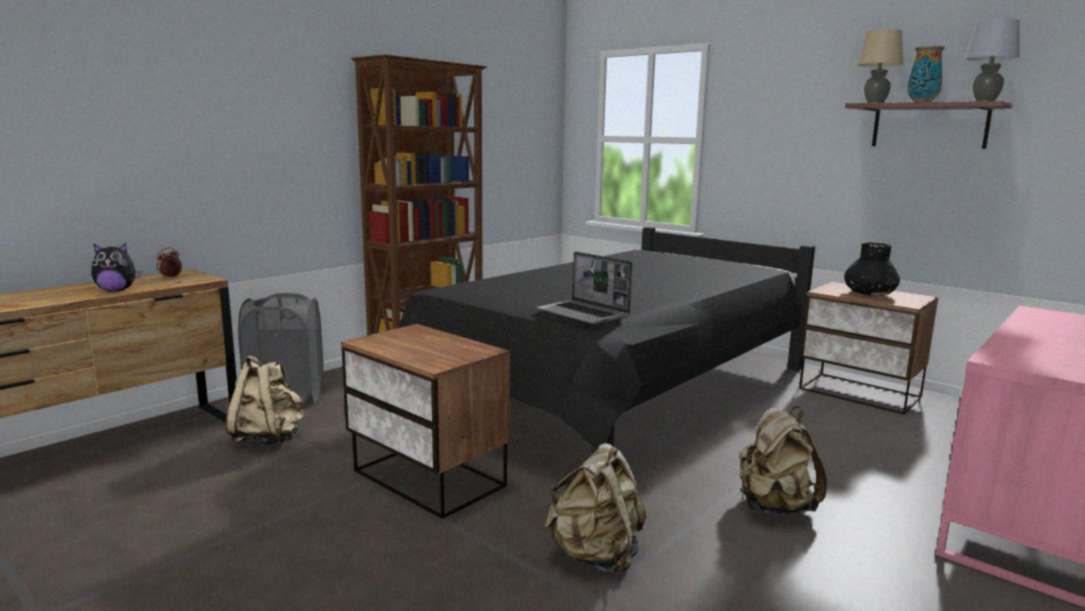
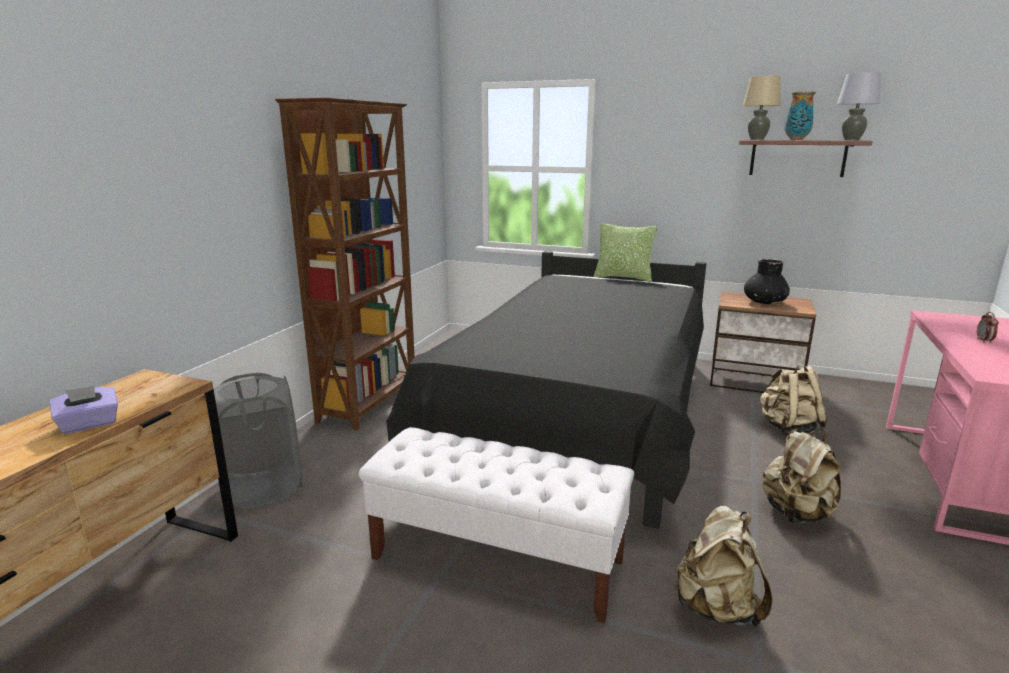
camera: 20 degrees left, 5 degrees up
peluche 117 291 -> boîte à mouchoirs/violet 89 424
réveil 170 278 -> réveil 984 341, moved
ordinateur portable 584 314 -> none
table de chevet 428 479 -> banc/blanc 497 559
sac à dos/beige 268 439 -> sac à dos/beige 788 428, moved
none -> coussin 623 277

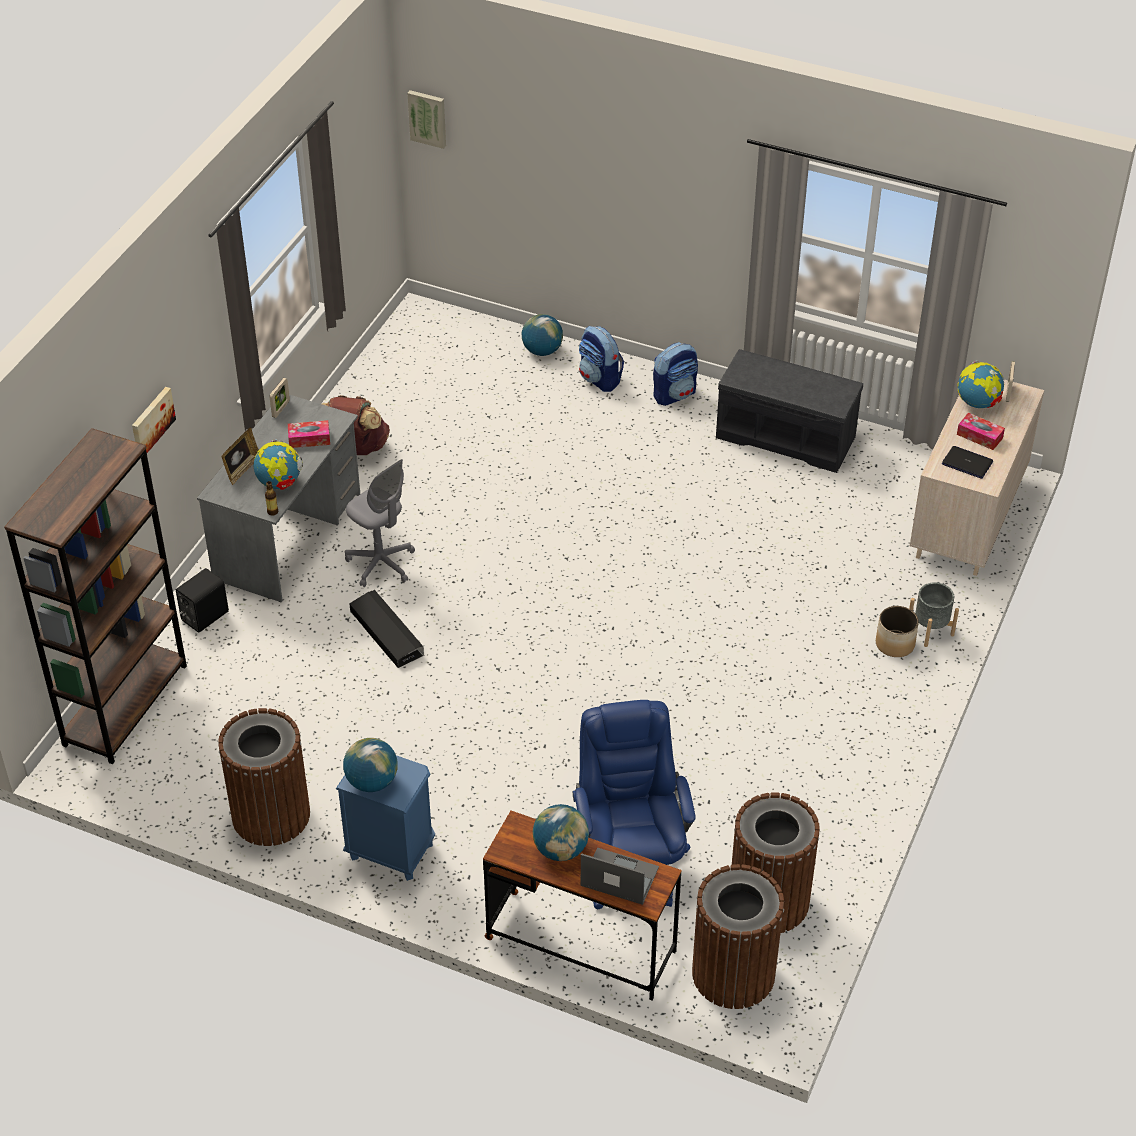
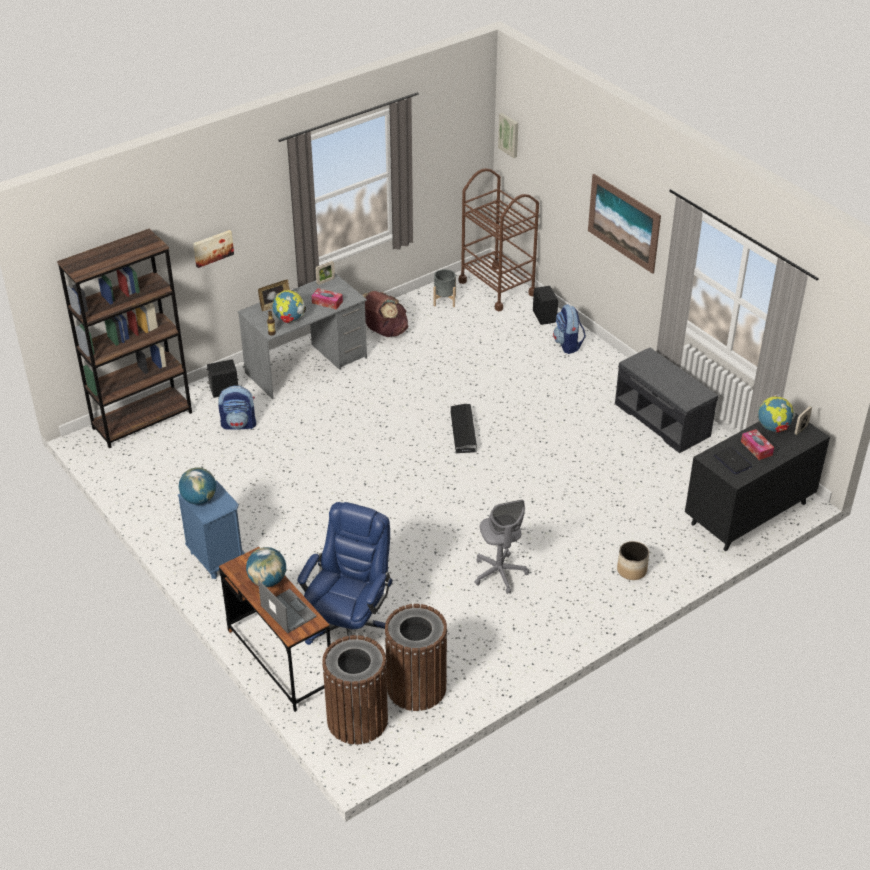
camera: 30 degrees right, 5 degrees down
globe 542 351 -> enceinte/noir 545 316
sac à dos 674 394 -> sac à dos 239 424, moved
commode/beige 967 519 -> commode/noir 748 514
chaise de bureau/gris 381 564 -> chaise de bureau/gris 499 573, moved
cache-pot/gris 930 630 -> cache-pot/gris 444 300, moved
boîte de rangement/noir 386 633 -> boîte de rangement/noir 463 432, moved
poubelle/marron 270 815 -> none
none -> chariot/marron 497 288
none -> tableau 623 223

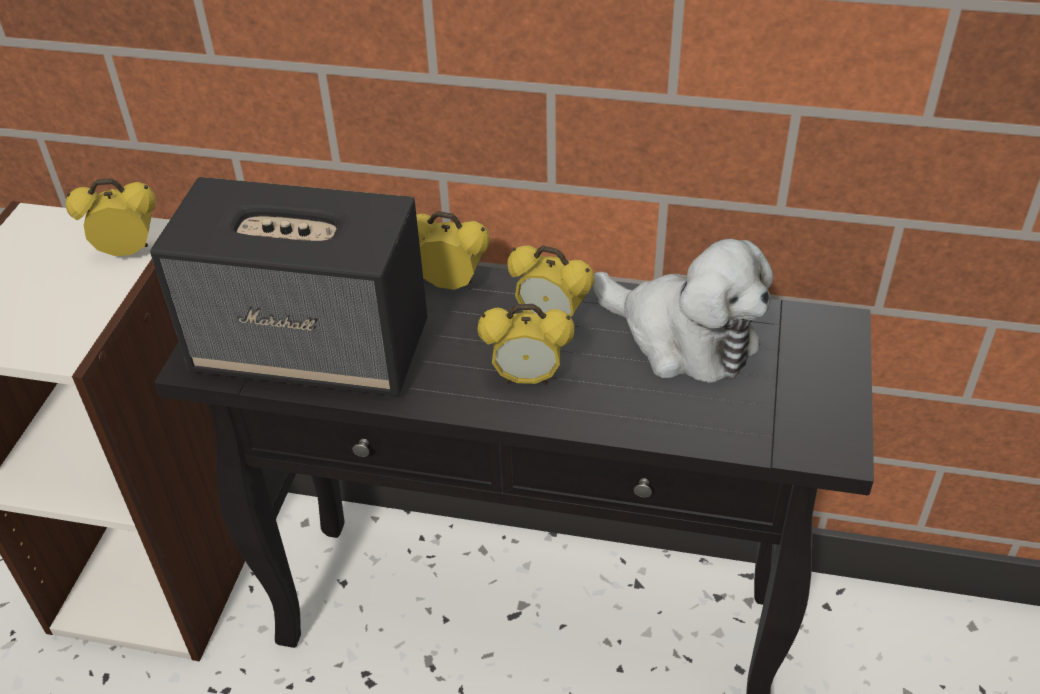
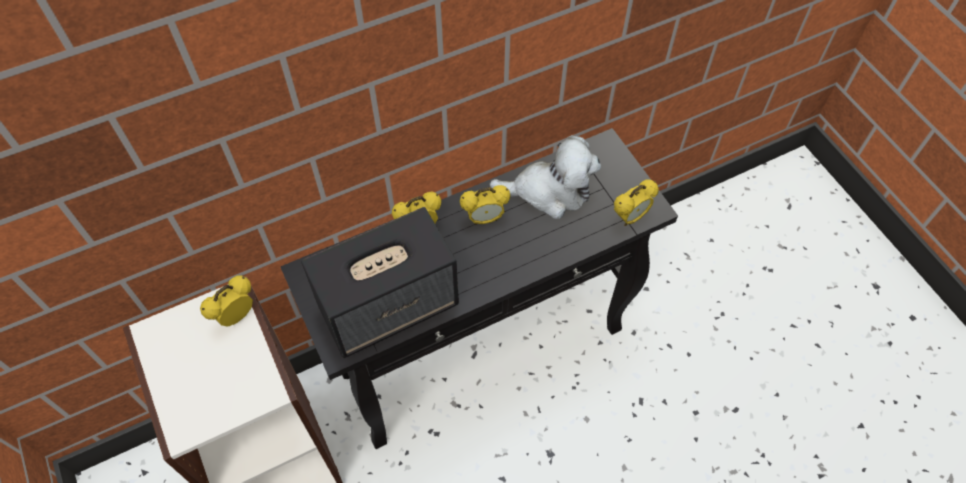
camera: 40 degrees left, 15 degrees up
réveil 527 378 -> réveil 630 217, moved

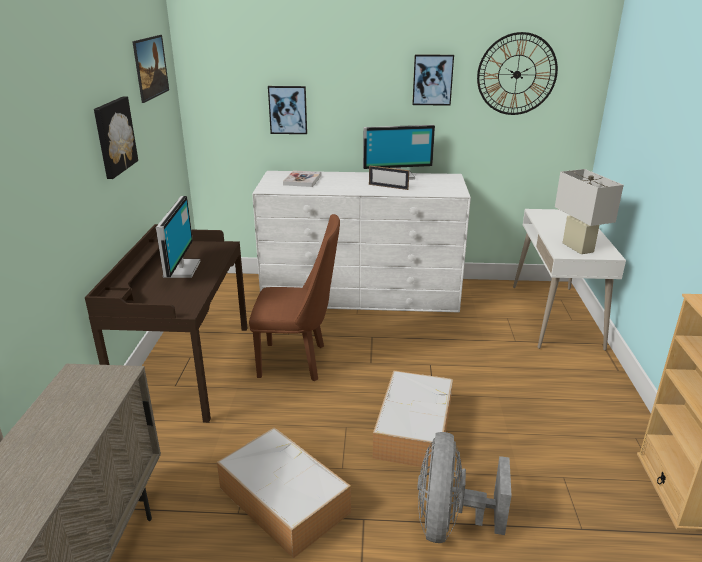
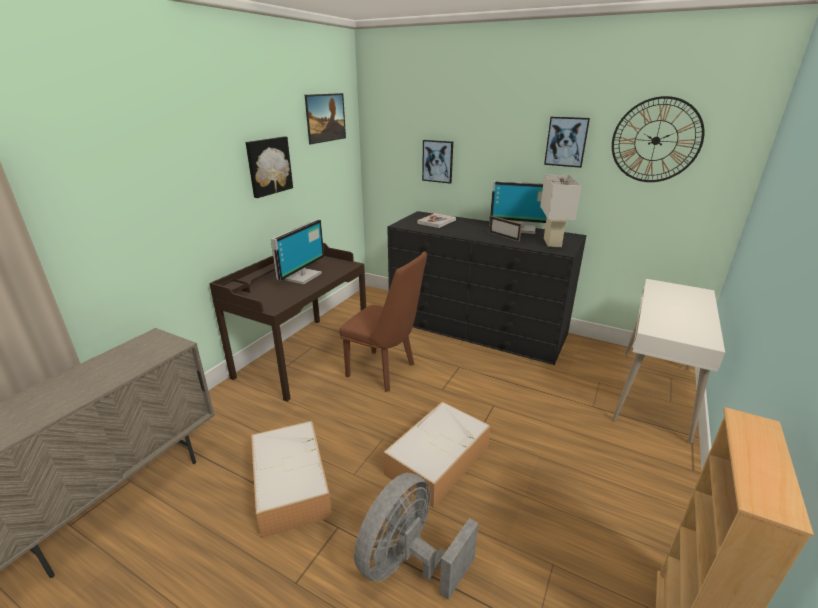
camera: 25 degrees right, 0 degrees up
lampe de table/blanc 577 247 -> lampe de table/blanc 552 242, moved
commode/blanc 361 292 -> commode/noir 476 327

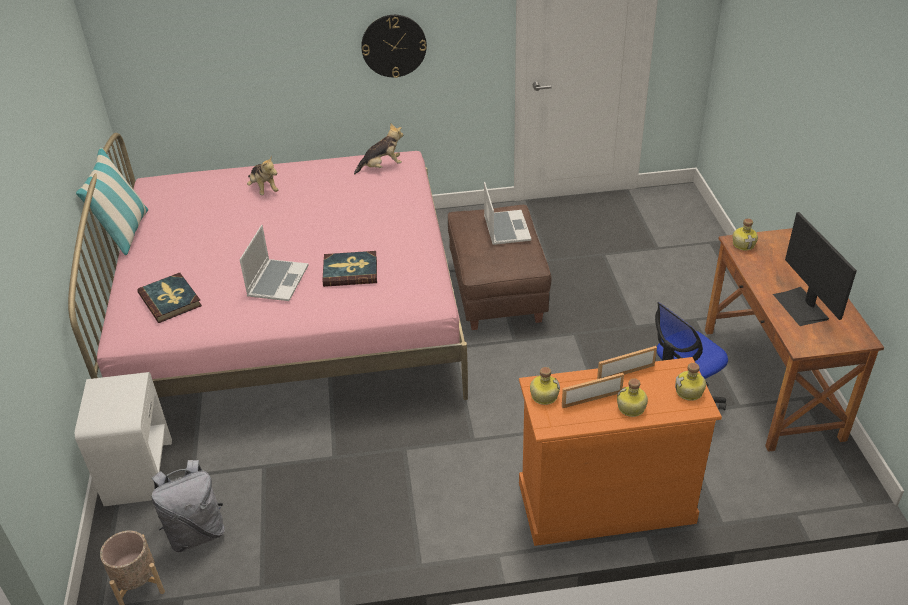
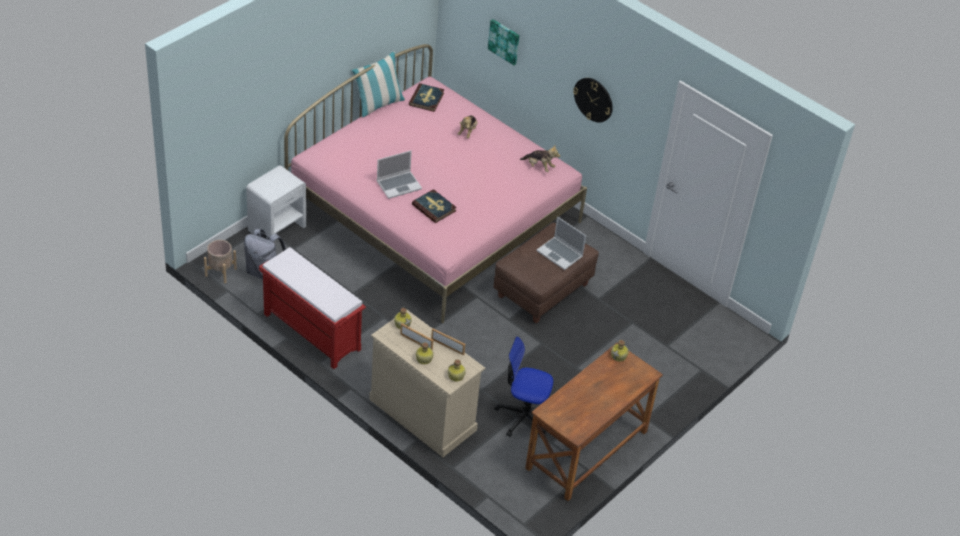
camera: 45 degrees right, 5 degrees up
ordinateur portable 505 228 -> ordinateur portable 560 254, 90 degrees clockwise
écran d'ordinateur 801 306 -> none
livre 170 300 -> livre 426 99, moved
commode/orange 605 502 -> commode/beige 423 414
none -> tableau 504 41
none -> banc/rouge 311 331

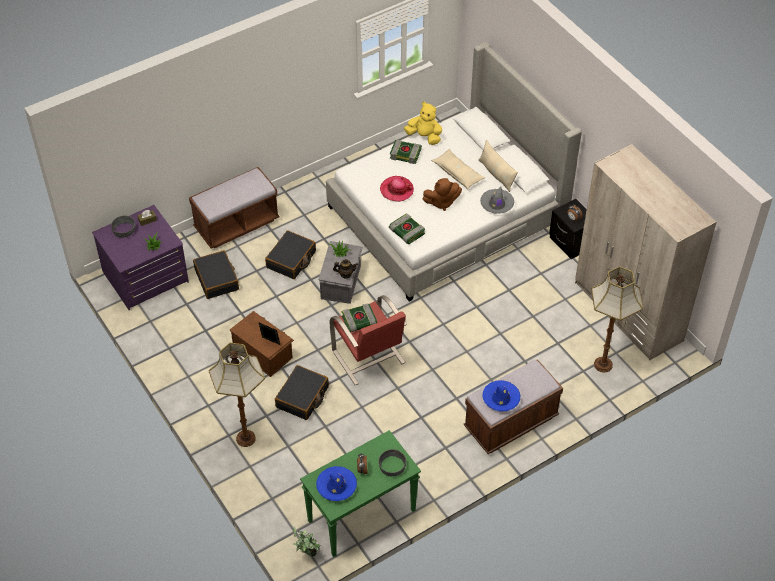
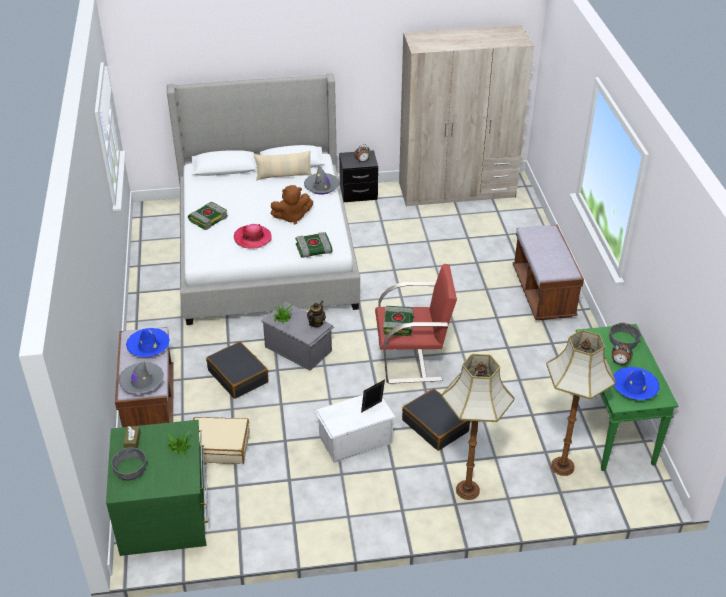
camera: 65 degrees left, 10 degrees down
peluche/jaune 424 137 -> none
coussin/beige 458 173 -> none
peluche/marron 441 202 -> peluche/marron 292 217, 60 degrees clockwise
commode/violet 146 277 -> commode/vert 165 513
valise/noir 217 279 -> valise/beige 219 446
lampadaire 604 364 -> lampadaire 562 466, moved
boîte de rangement/marron 263 353 -> boîte de rangement/blanc 354 439
chapeau/bleu 501 398 -> chapeau/bleu 148 346, moved
plante en pot 307 555 -> none
none -> chapeau/gris 142 382

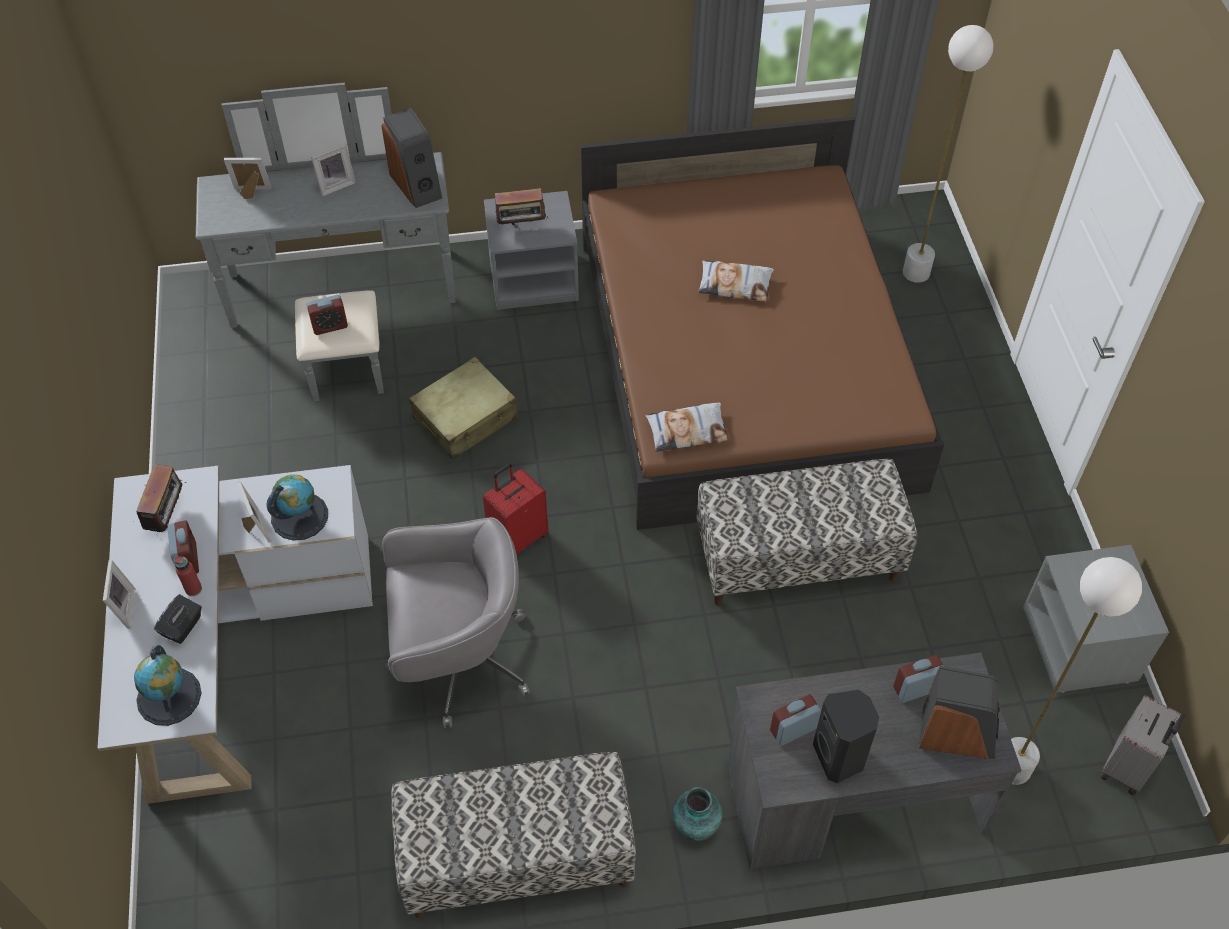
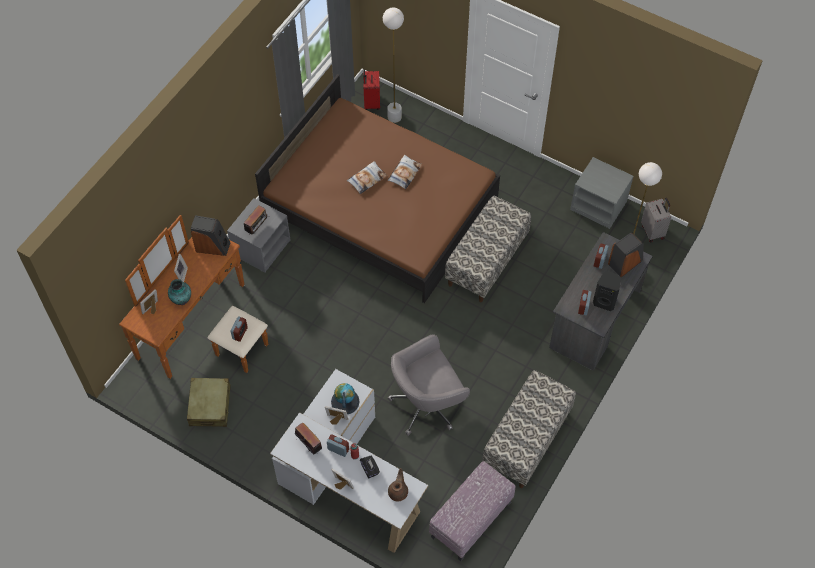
camera: 50 degrees left, 5 degrees up
commode/gris 344 306 -> commode/marron 203 327
valise/beige 466 418 -> valise/beige 210 406, moved
coussin 687 430 -> coussin 404 173, moved
valise/rouge 518 537 -> valise/rouge 371 102, moved
chaise de bureau/gris 458 660 -> chaise de bureau/gris 427 404, 150 degrees counterclockwise
globe 169 696 -> théière/marron 398 491
vase 695 825 -> vase 181 300, moved
none -> pouf 471 520

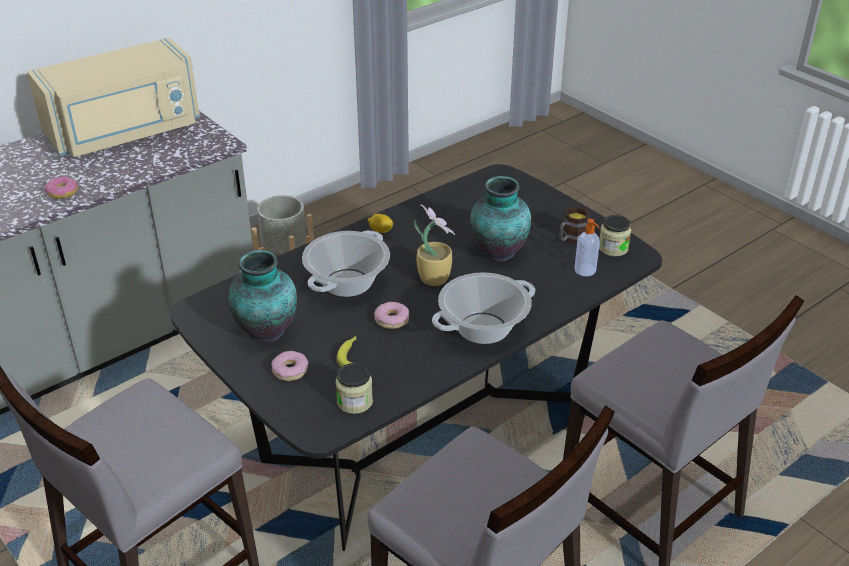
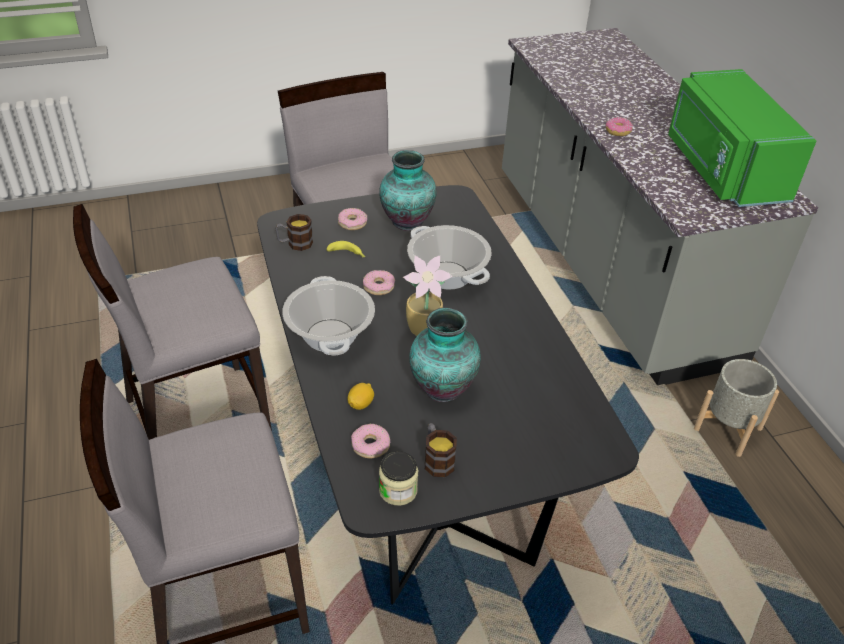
camera: 110 degrees right, 5 degrees up
micro-ondes/beige 125 133 -> micro-ondes/vert 722 169
citron 380 231 -> citron 361 404, moved
distributeur de savon 585 271 -> beignet 370 445
bocal 355 402 -> mug 295 243

